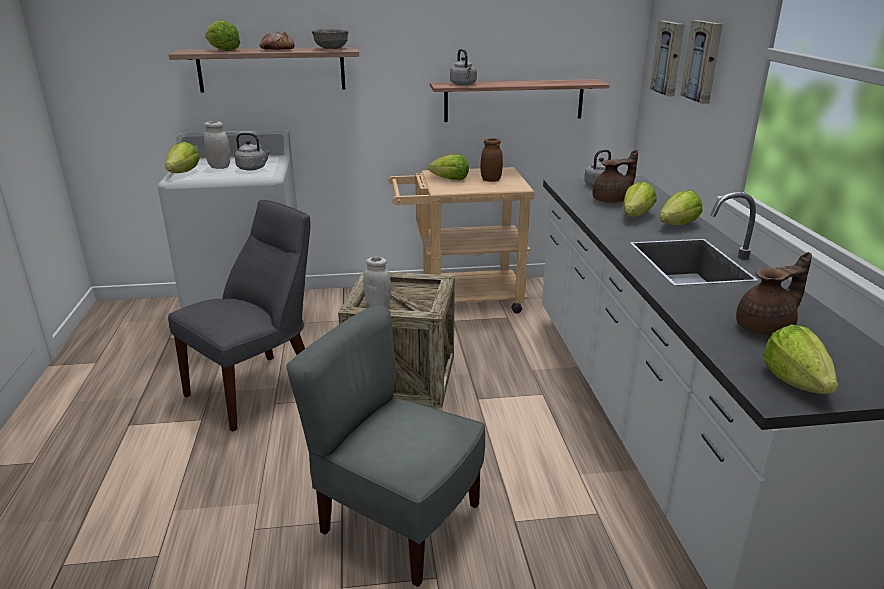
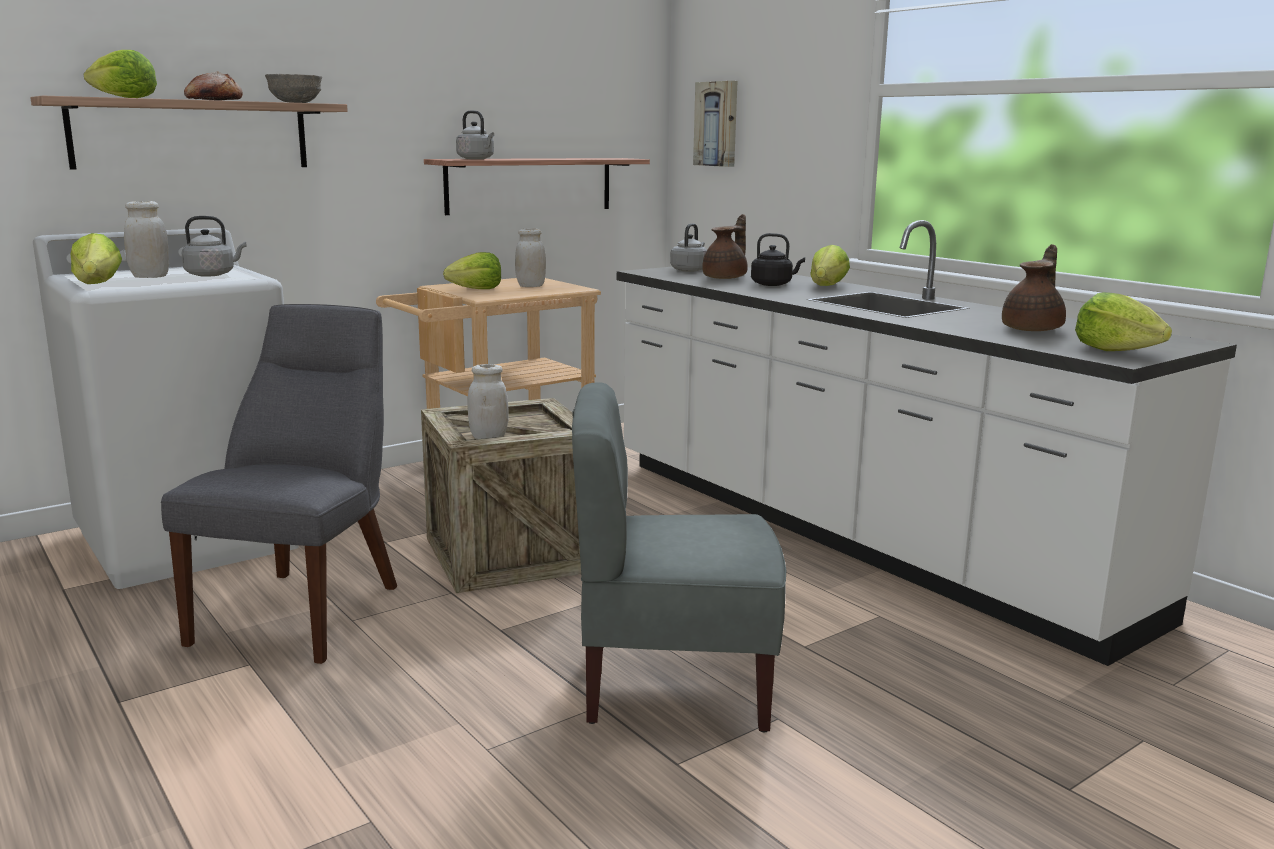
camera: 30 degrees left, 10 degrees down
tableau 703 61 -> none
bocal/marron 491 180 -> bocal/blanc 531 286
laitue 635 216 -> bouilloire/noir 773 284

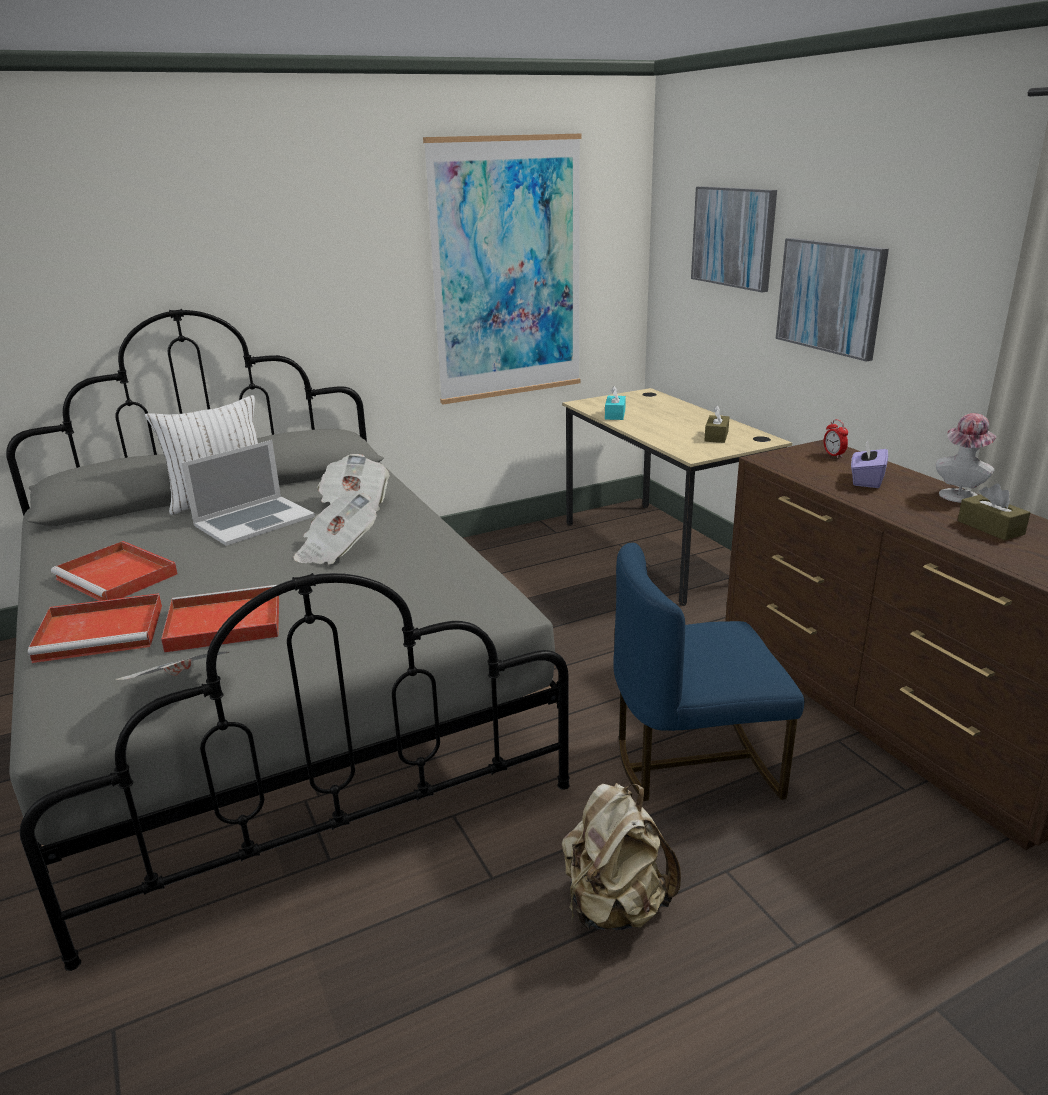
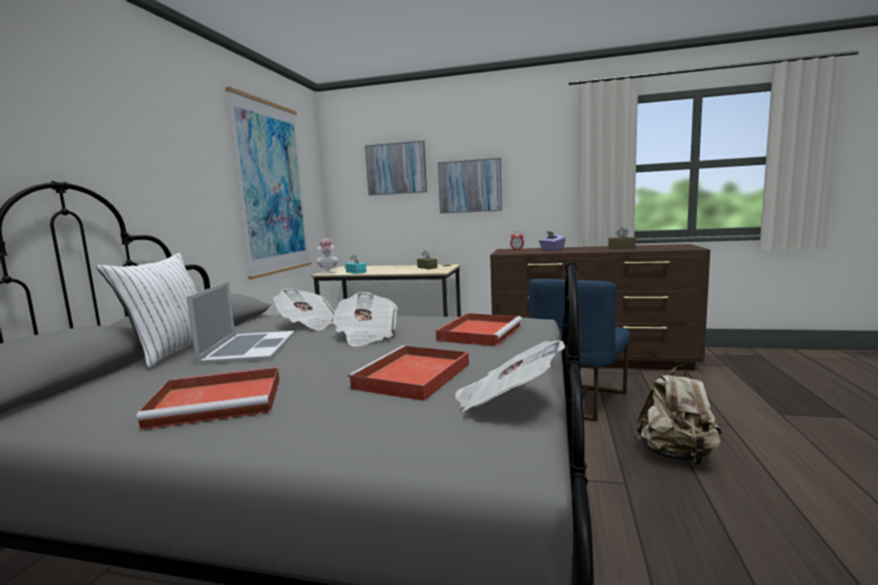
camera: 50 degrees left, 15 degrees down
chapeau 959 494 -> chapeau 328 272, moved
plateau/rouge 103 632 -> plateau/rouge 480 332, moved

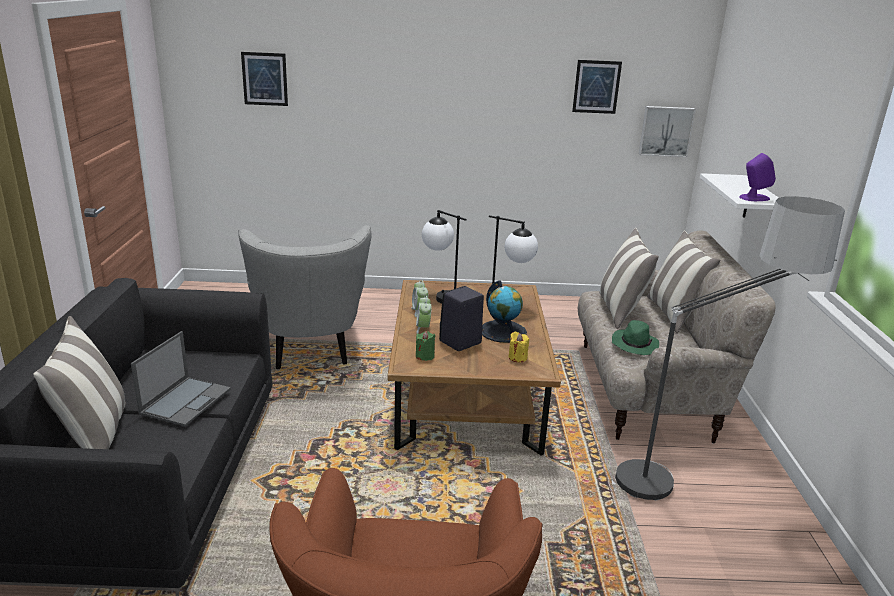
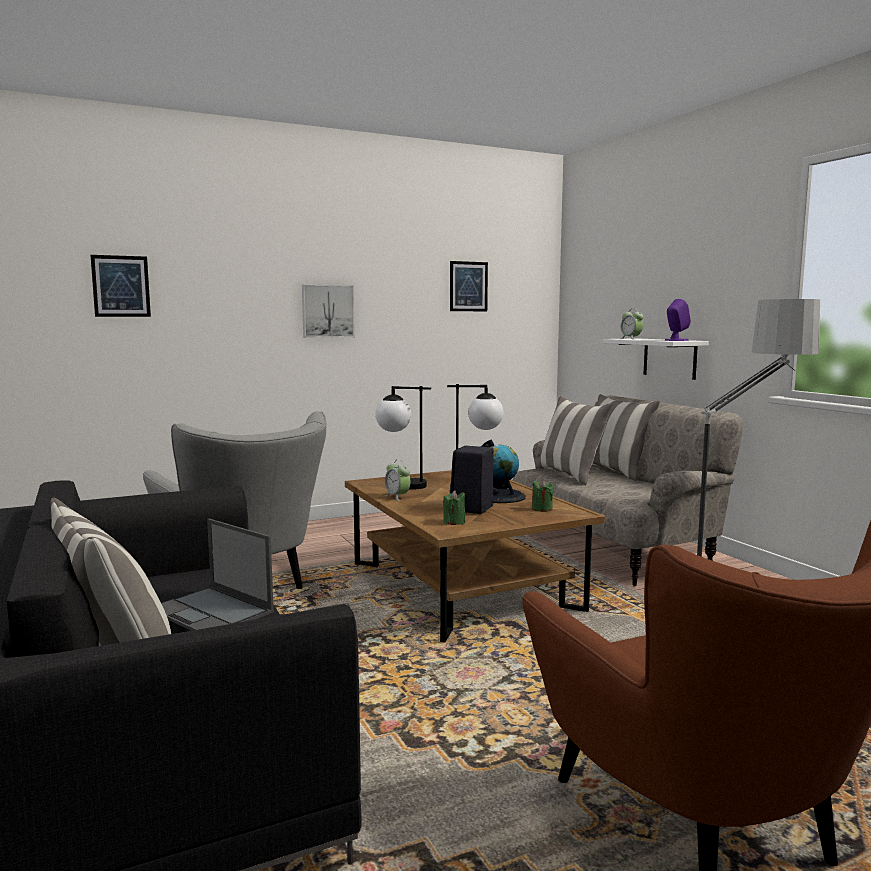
camera: 25 degrees left, 15 degrees down
tableau 665 131 -> tableau 327 311, moved
réveil 423 328 -> réveil 631 338, moved
chapeau/vert 634 345 -> none
ordinateur portable 186 400 -> ordinateur portable 212 612, 135 degrees clockwise
bougie/jaune 517 357 -> bougie/vert 542 509

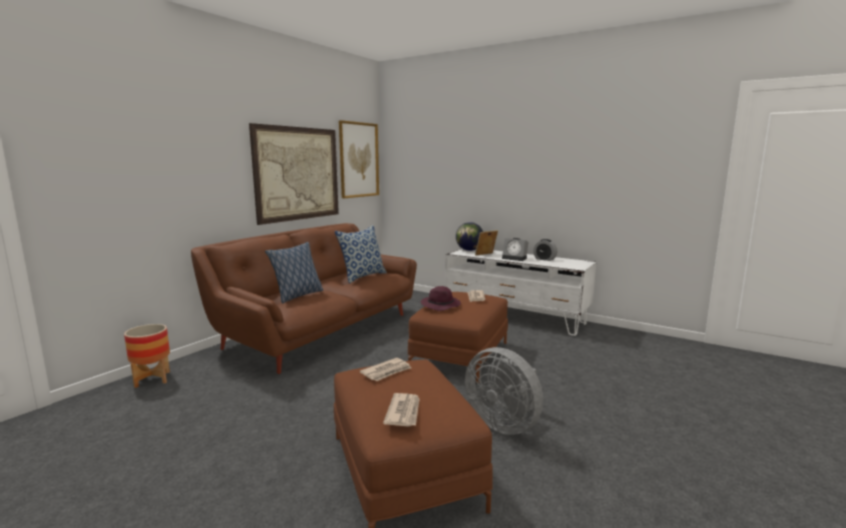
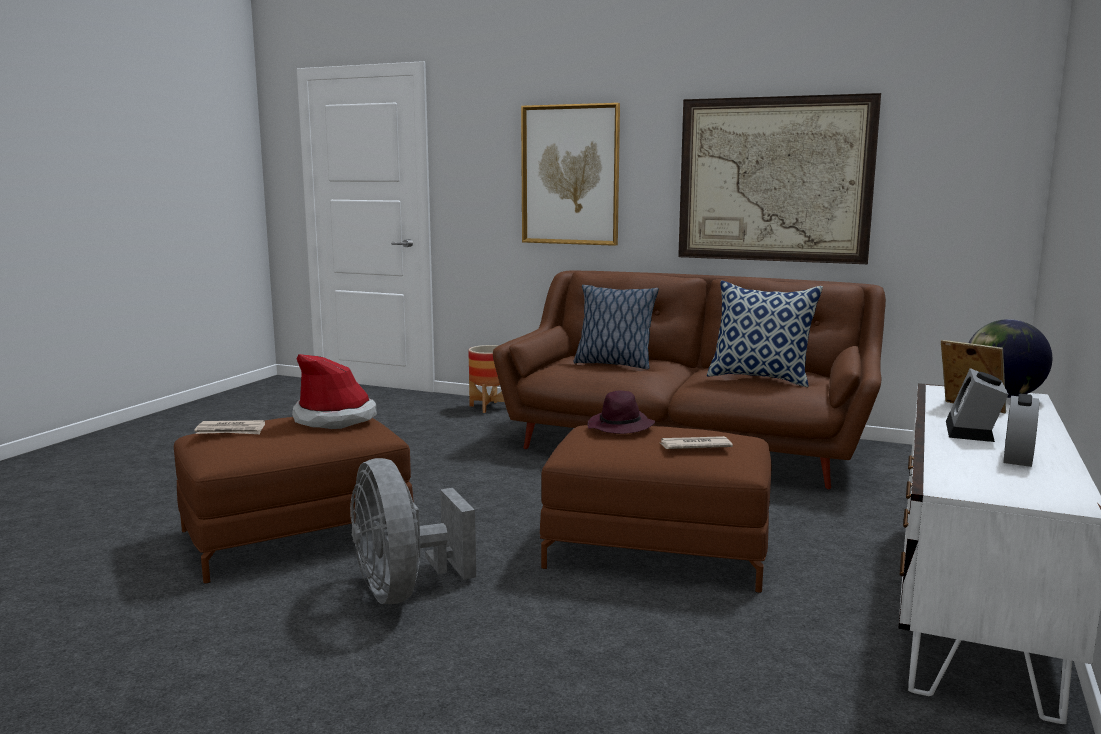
camera: 80 degrees right, 0 degrees up
tableau 358 160 -> tableau 570 175, moved
ventilateur/gris 504 423 -> ventilateur/gris 404 591, 60 degrees counterclockwise
journal 386 371 -> chapeau 335 418

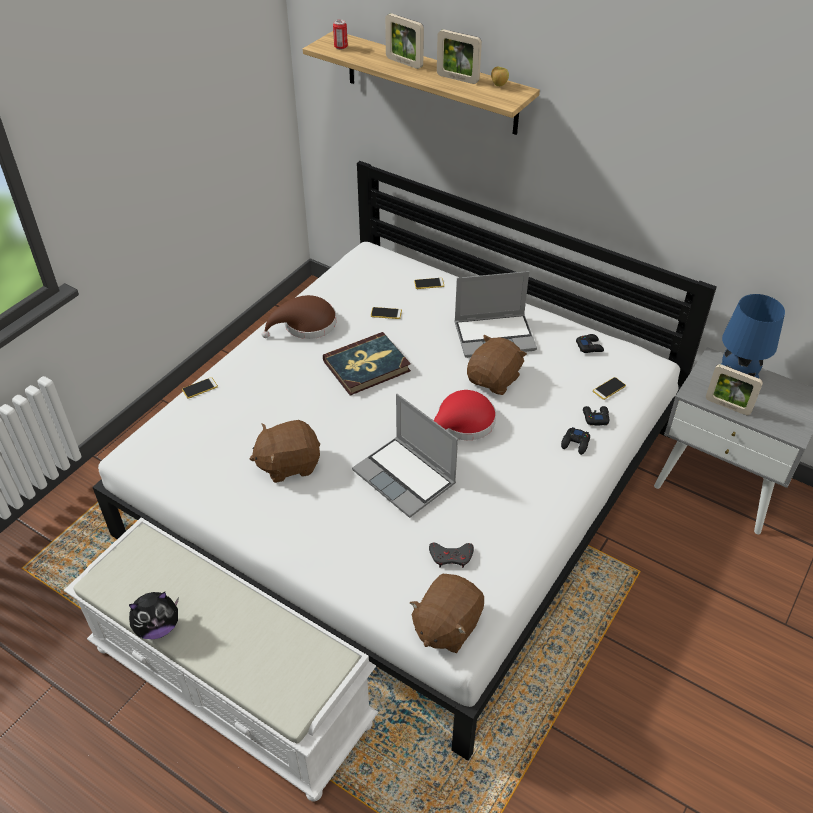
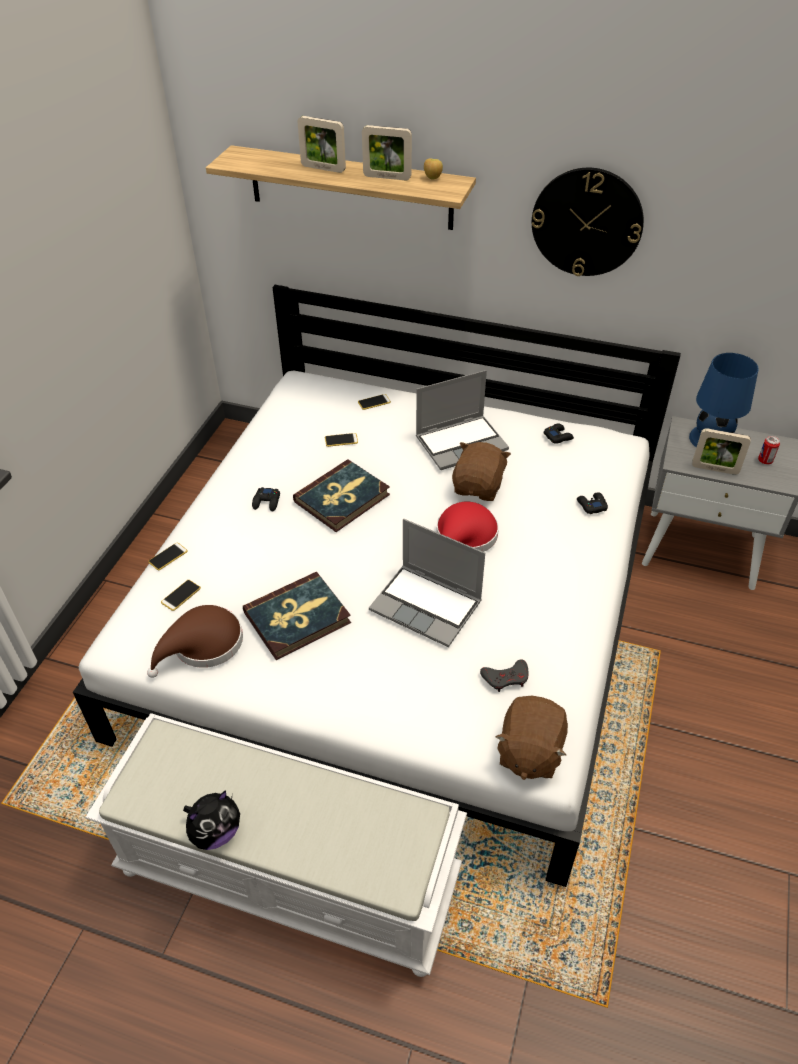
camera: 15 degrees left, 0 degrees up
boîte métallique 341 47 -> boîte métallique 765 461, moved
chapeau/marron 305 325 -> chapeau/marron 203 645, moved
téléphone 609 388 -> téléphone 181 595, moved
peluche/marron 288 464 -> livre 297 618
manette/noir 575 443 -> manette/noir 267 502, moved
none -> horloge murale 587 222

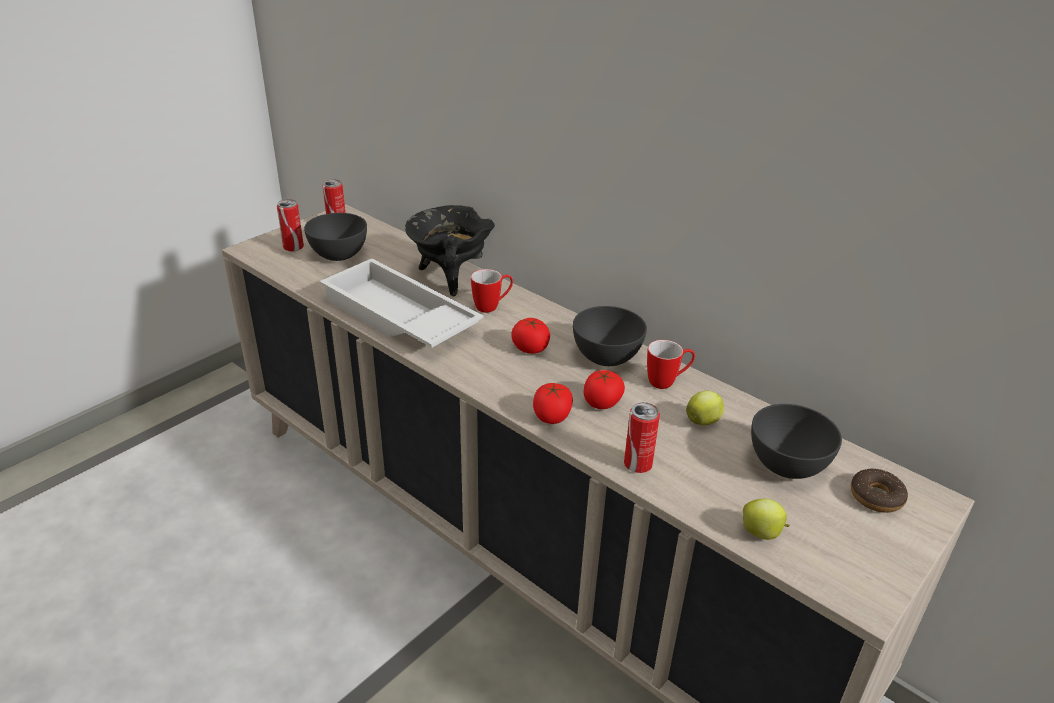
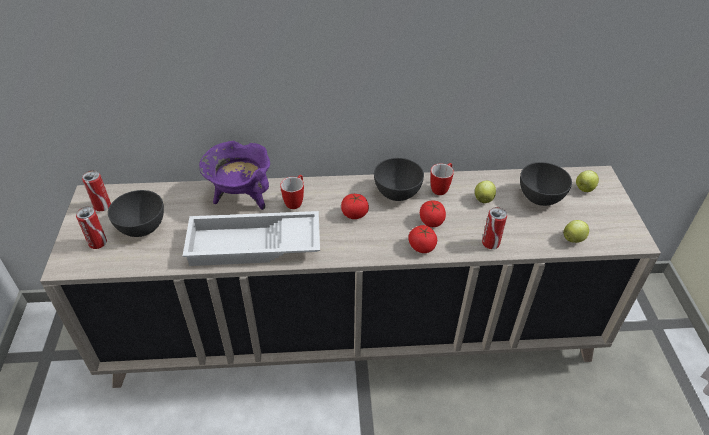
camera: 45 degrees left, 10 degrees up
marmite/noir 450 277 -> marmite/violet 241 197
beignet 876 497 -> pomme 584 189

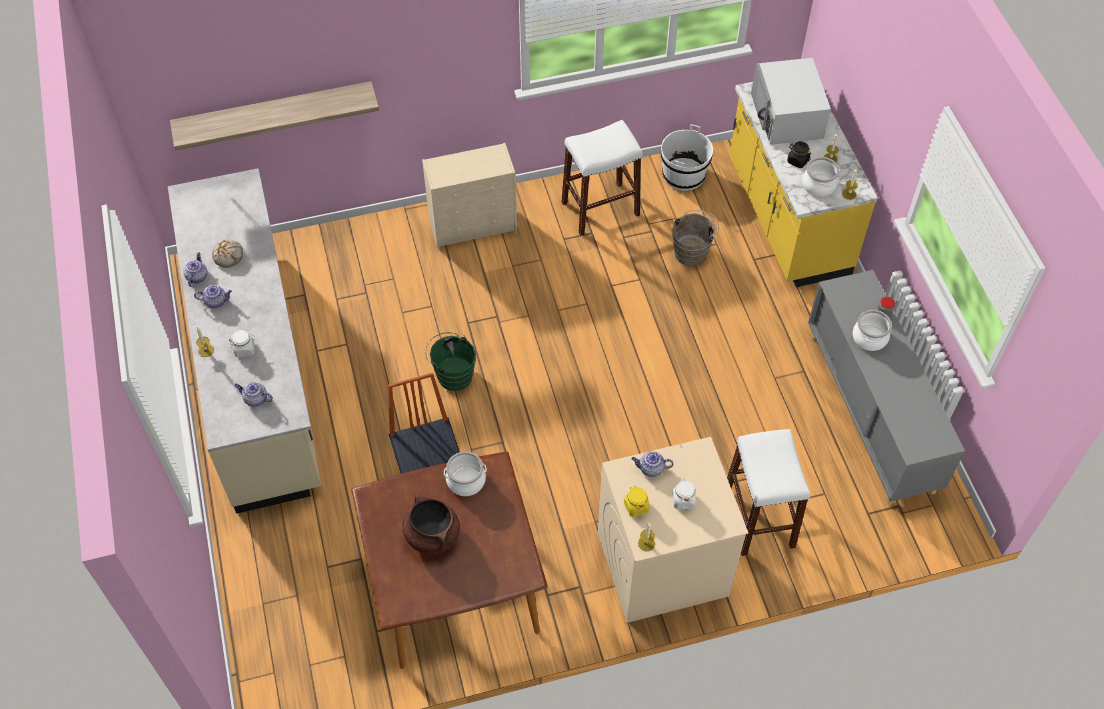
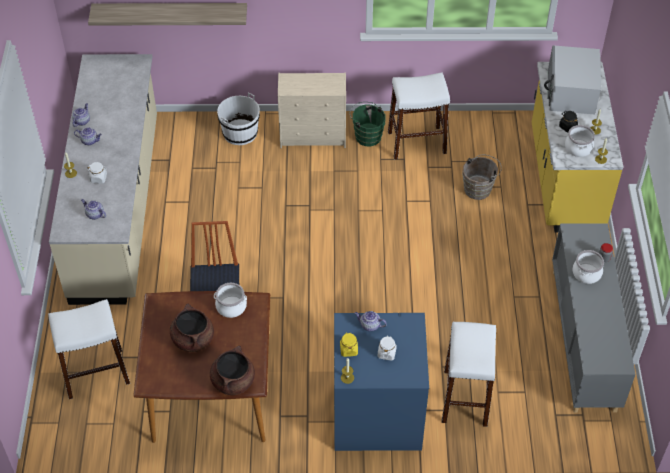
camera: 15 degrees right, 5 degrees down
seau/blanc 683 175 -> seau/blanc 240 132, moved
pain 228 256 -> none
seau/vert 452 374 -> seau/vert 367 135, moved
lave-linge/beige 661 564 -> lave-linge/bleu 376 414
none -> tabouret/blanc 95 373
none -> marmite/marron 233 381

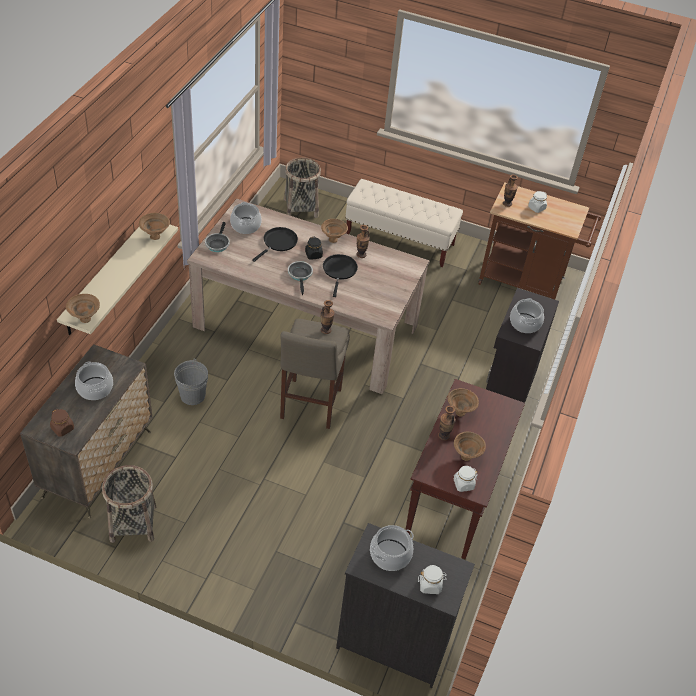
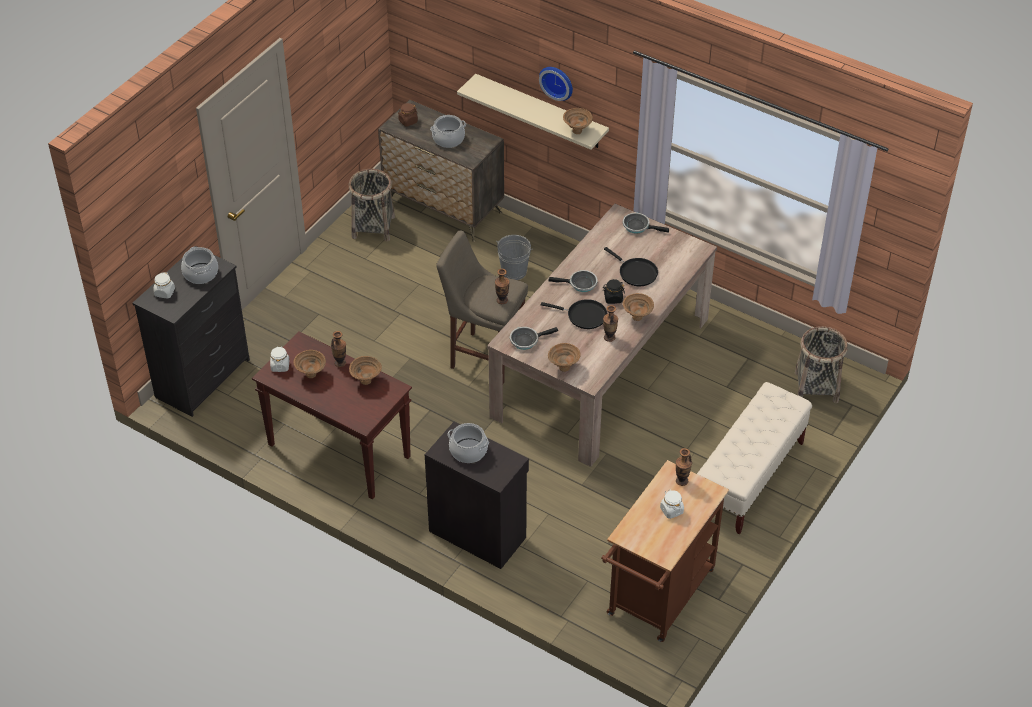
camera: 105 degrees right, 0 degrees up
marmite 245 226 -> none
bol/marron 85 319 -> bol/marron 563 368, moved
none -> horloge murale 557 81
none -> poêle 526 340

